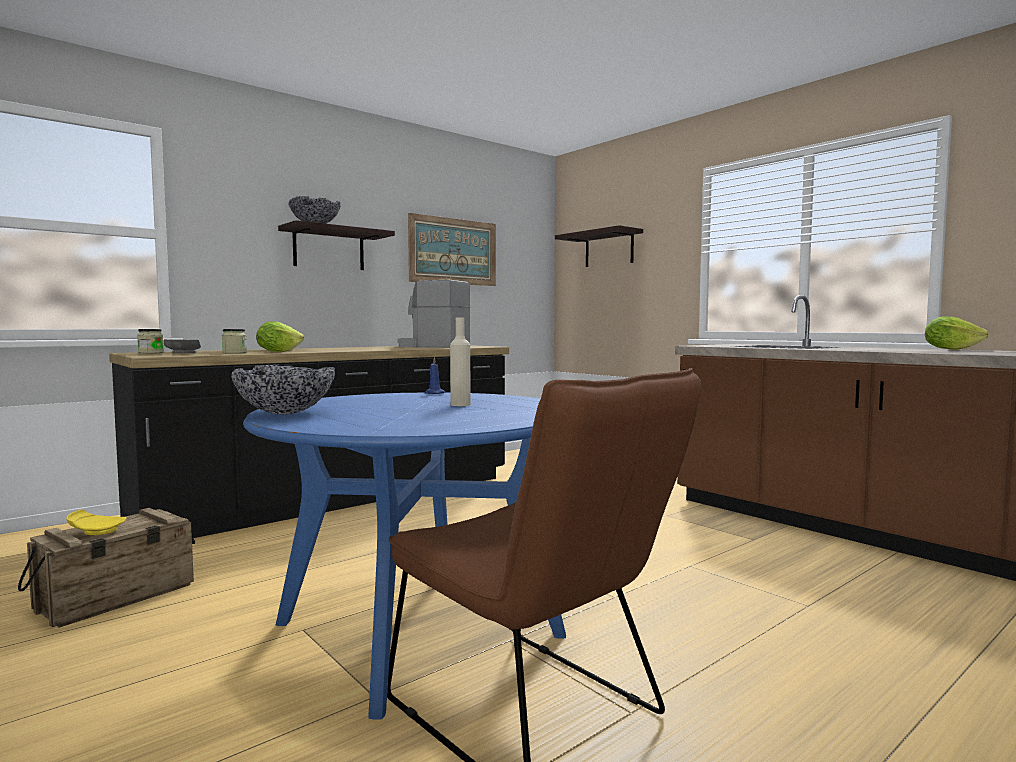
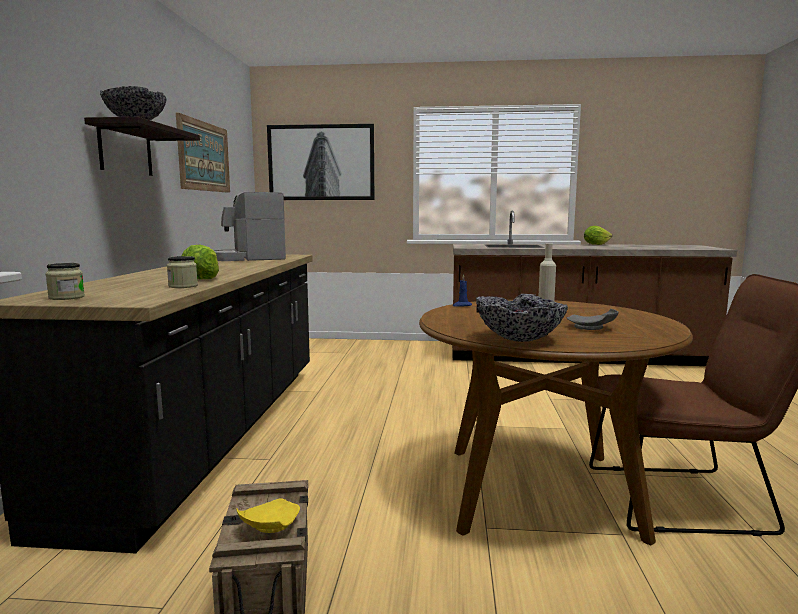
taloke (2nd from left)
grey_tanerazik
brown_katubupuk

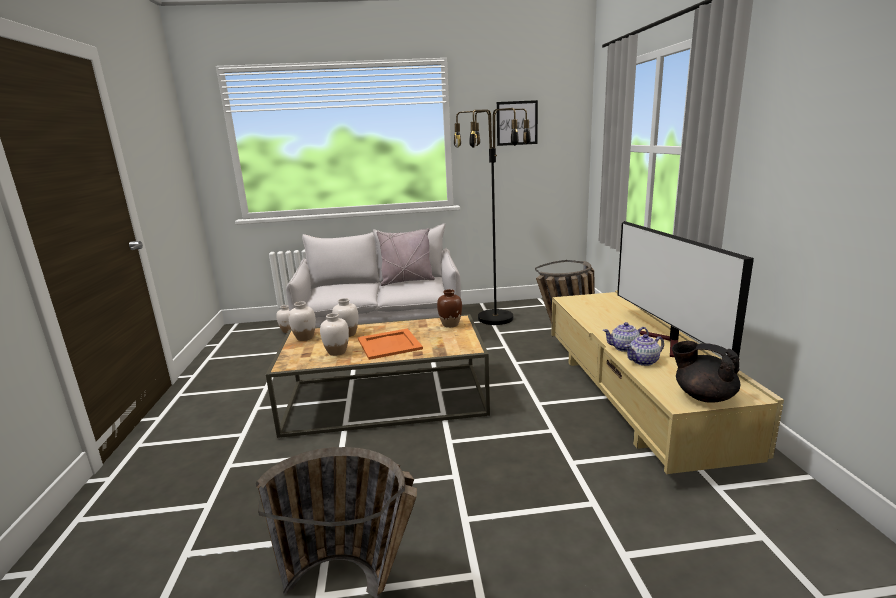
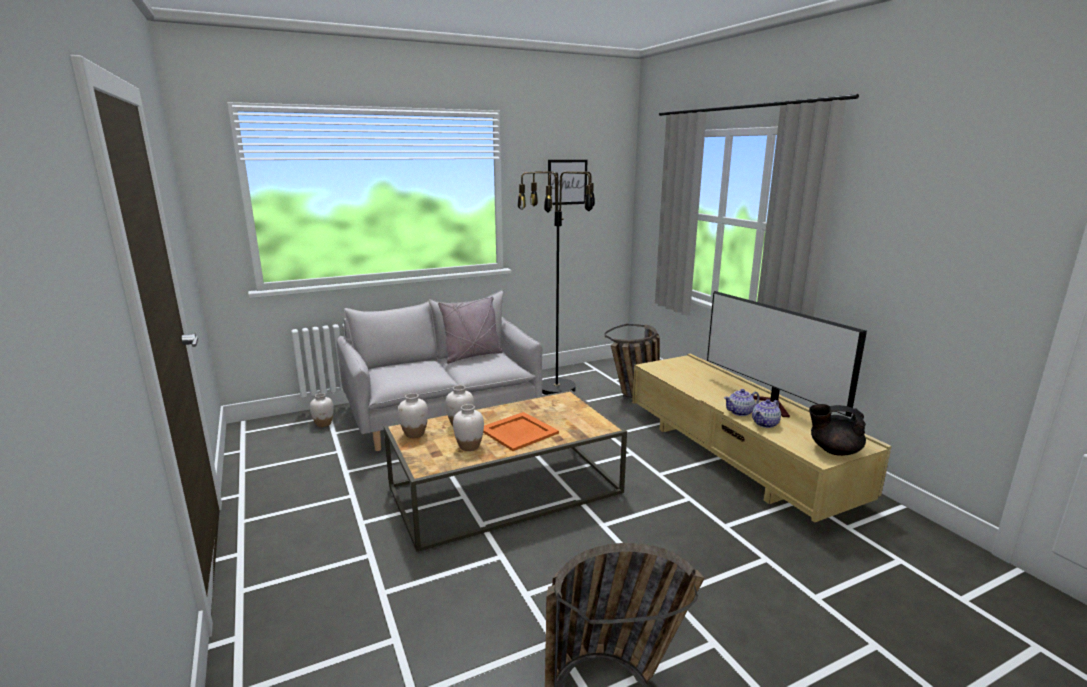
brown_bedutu

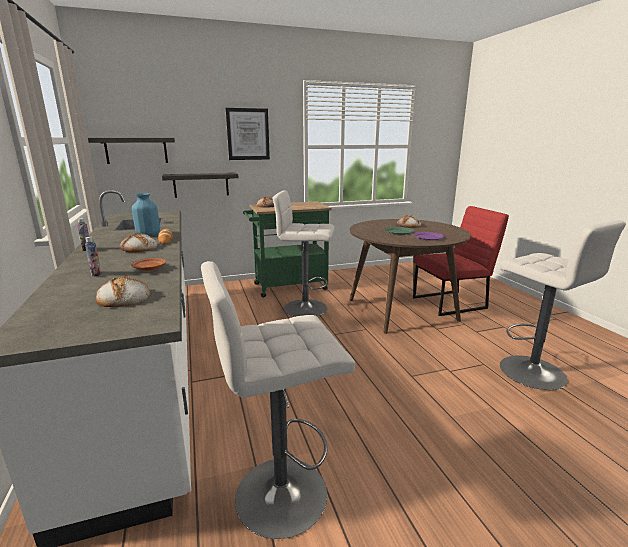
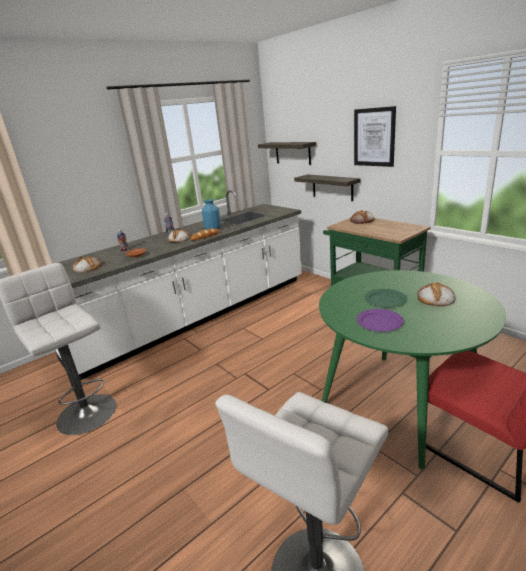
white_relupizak (2nd from left in the first image)
green_katubupuk

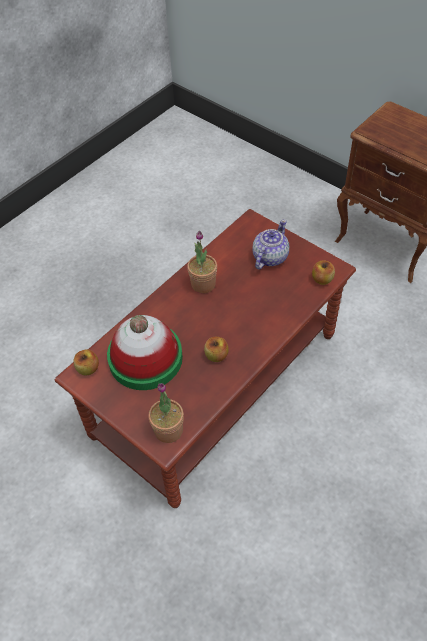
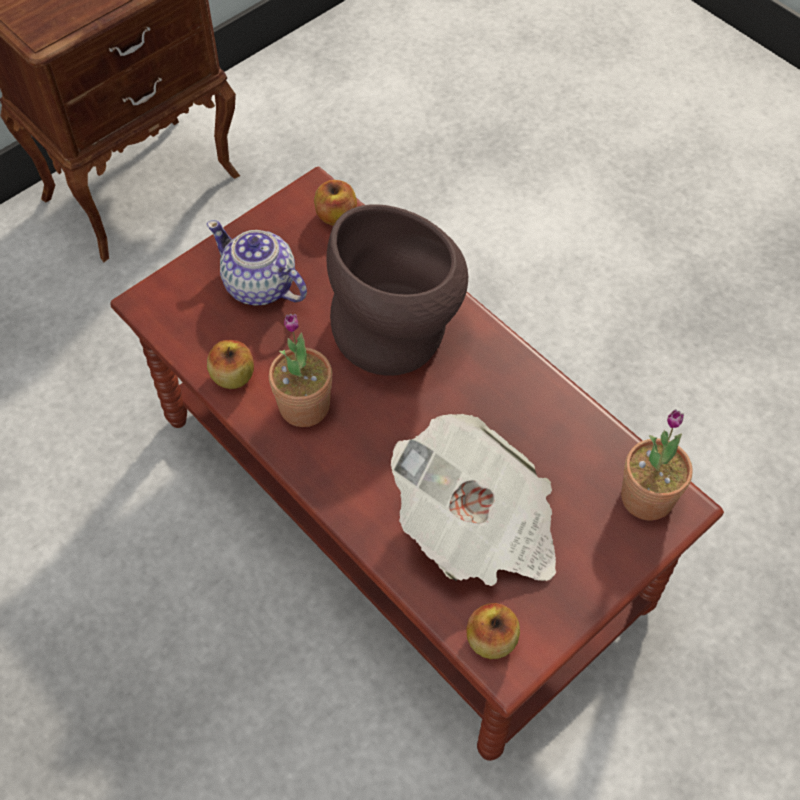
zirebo
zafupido (1st from left)
brown_bedutu

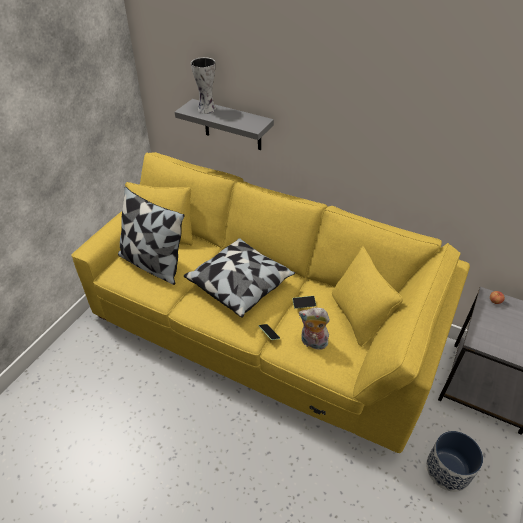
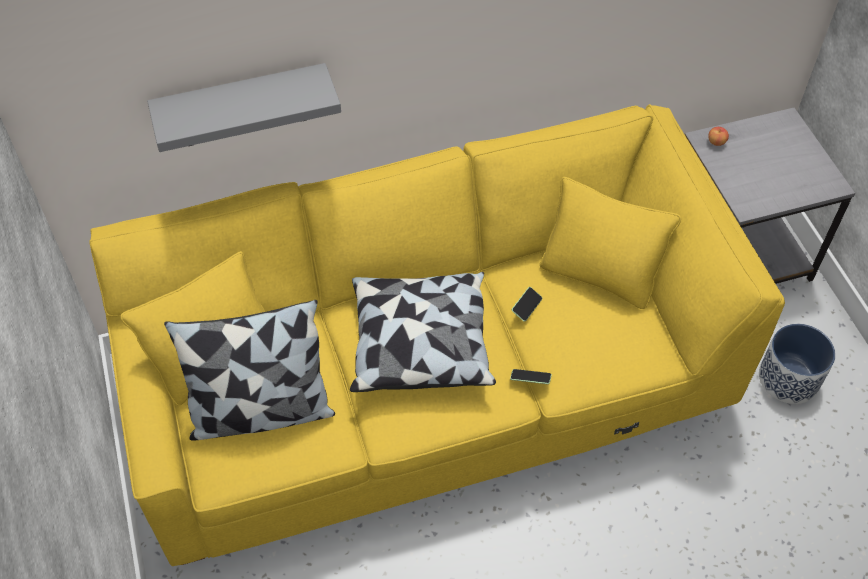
bedutu
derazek

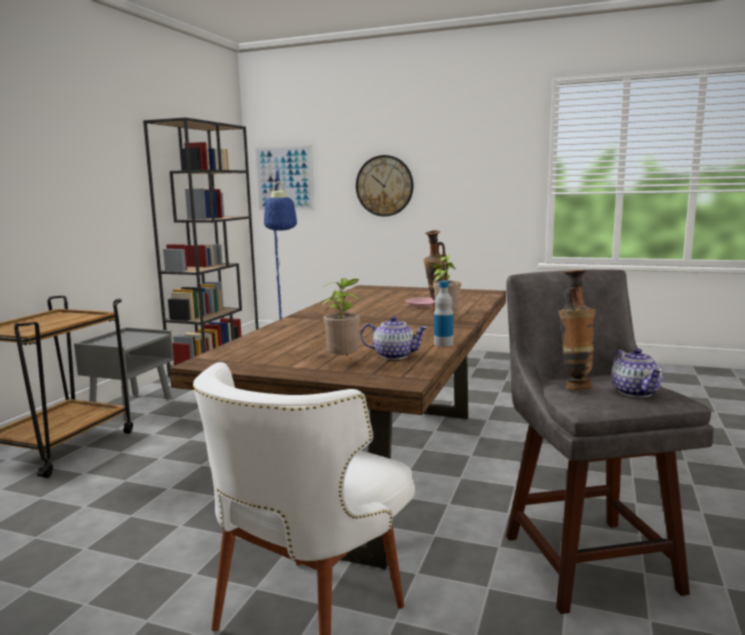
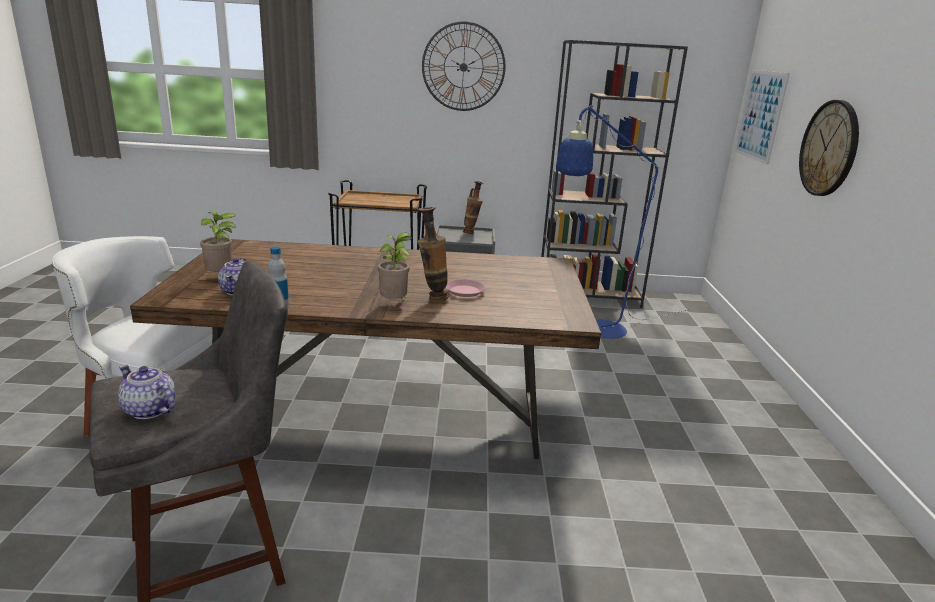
bedutu (2nd from left)
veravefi (1st from left)
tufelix (1st from left)

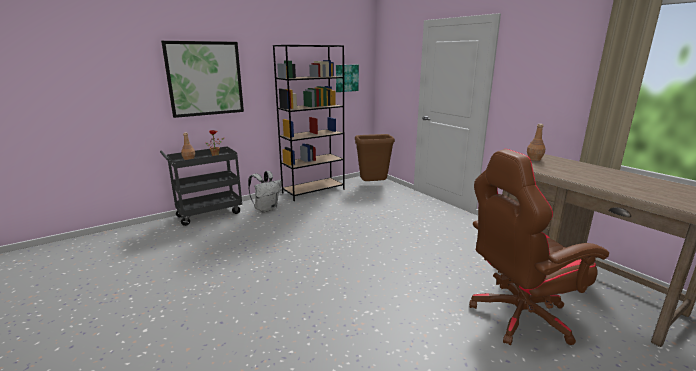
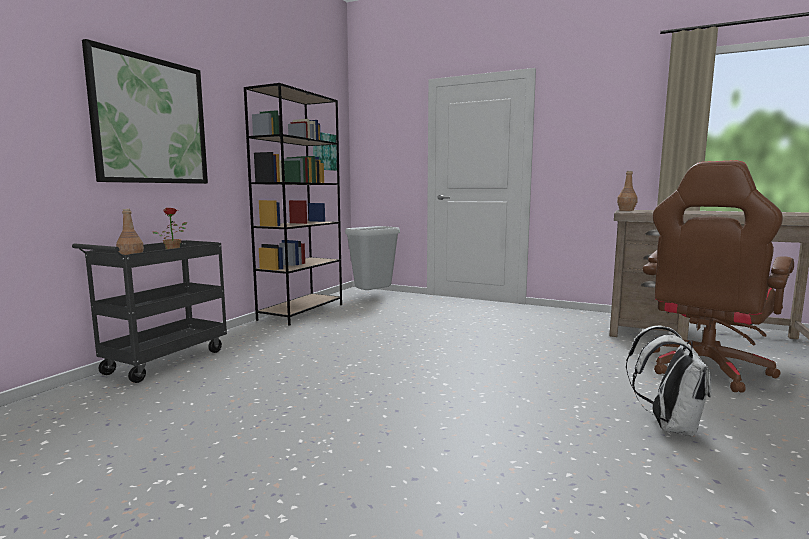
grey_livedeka
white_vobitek

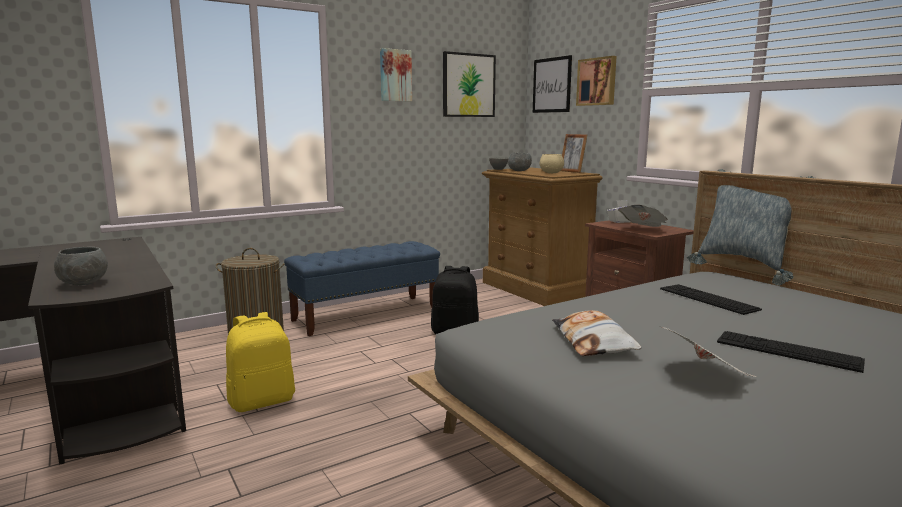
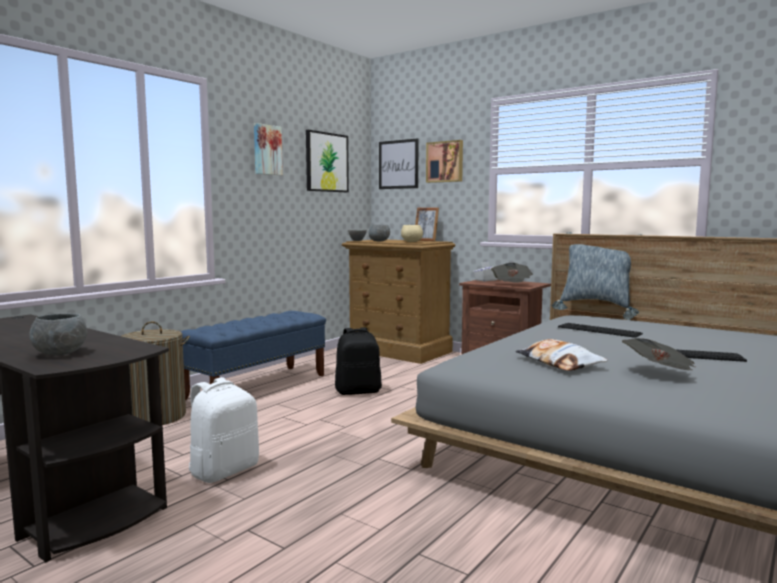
white_vobitek

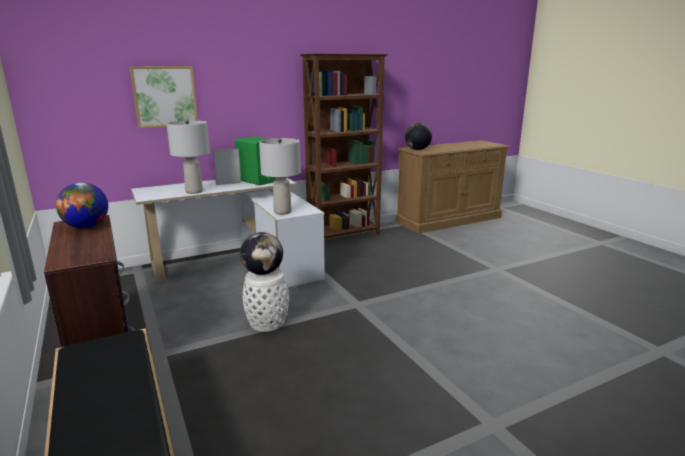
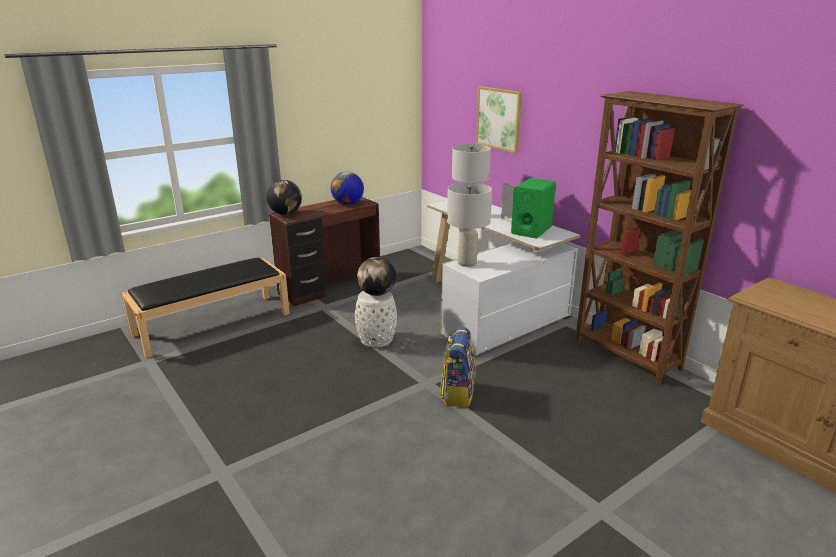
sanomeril (1st from left)
vobitek

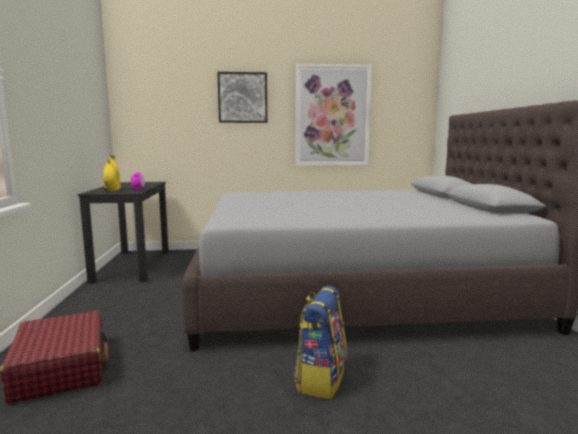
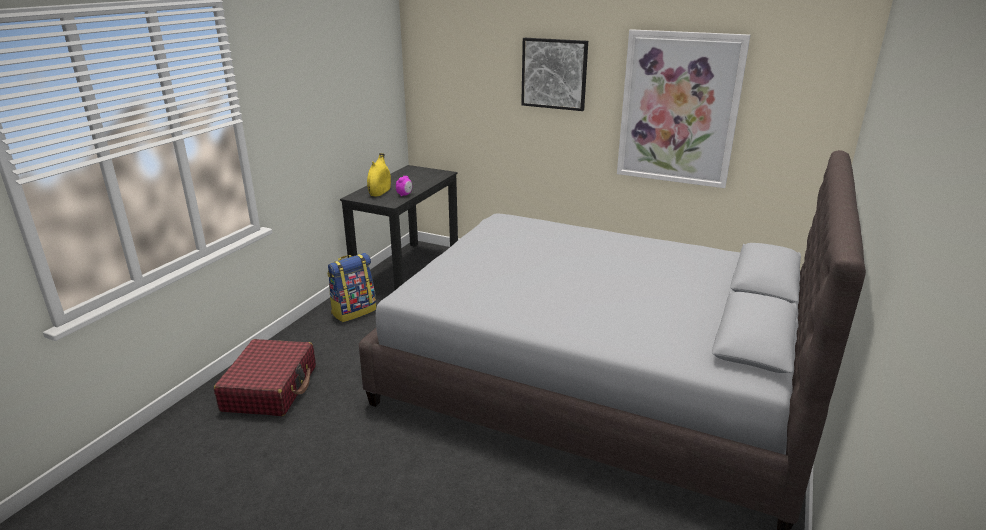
vobitek

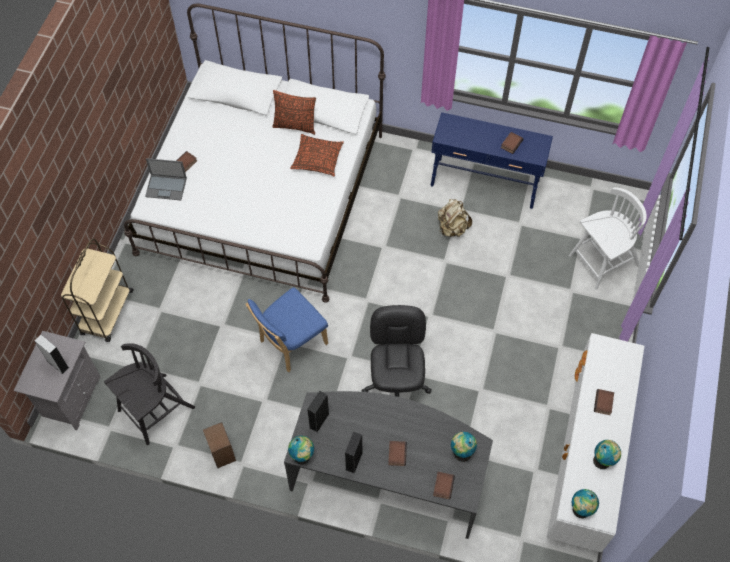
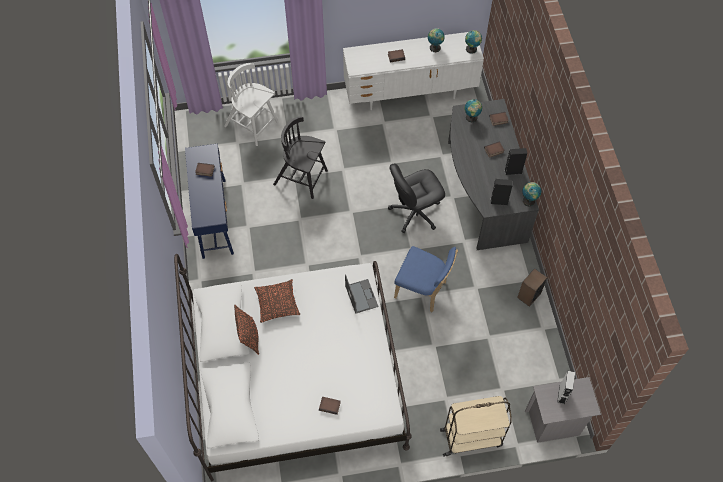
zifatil
beige_vobitek
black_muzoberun

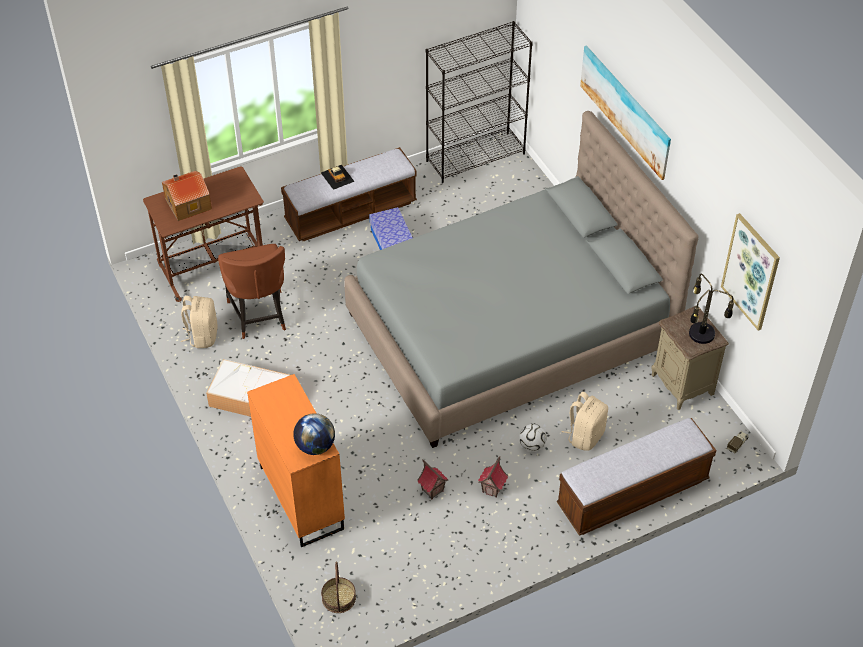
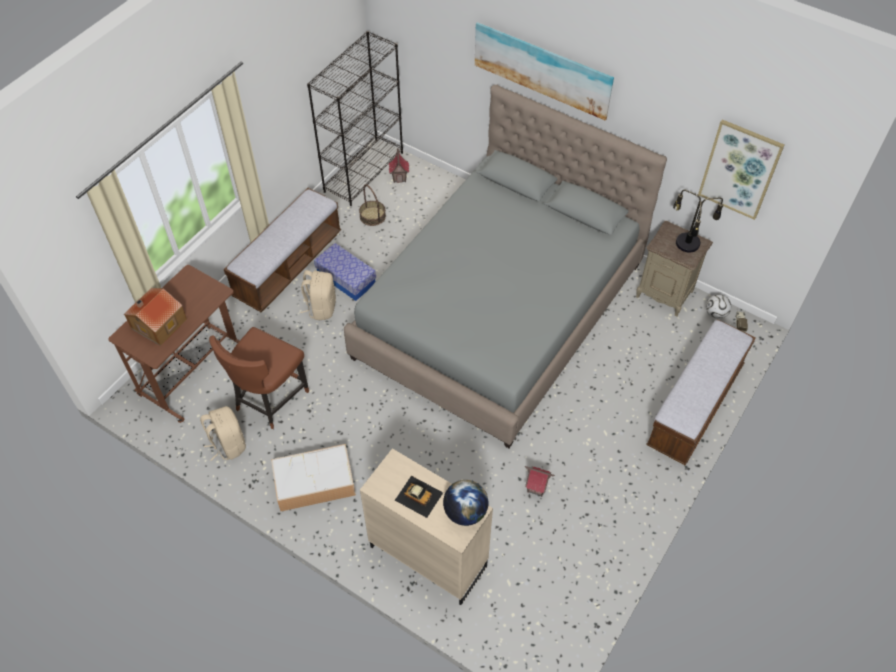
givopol
brown_muzoberun
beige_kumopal
beige_vobitek (2nd from left)
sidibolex
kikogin (2nd from left)
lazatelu

